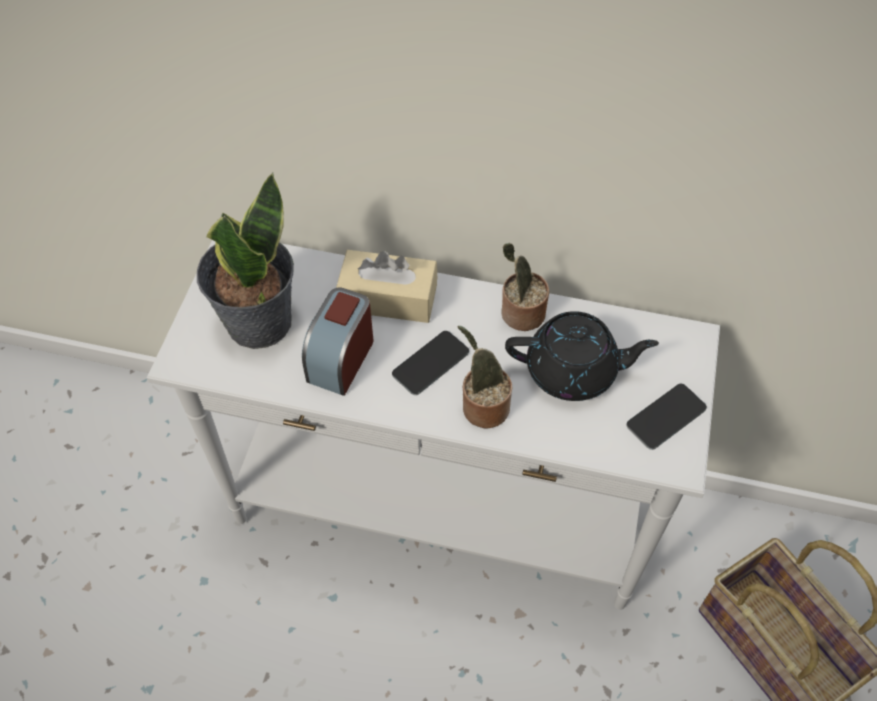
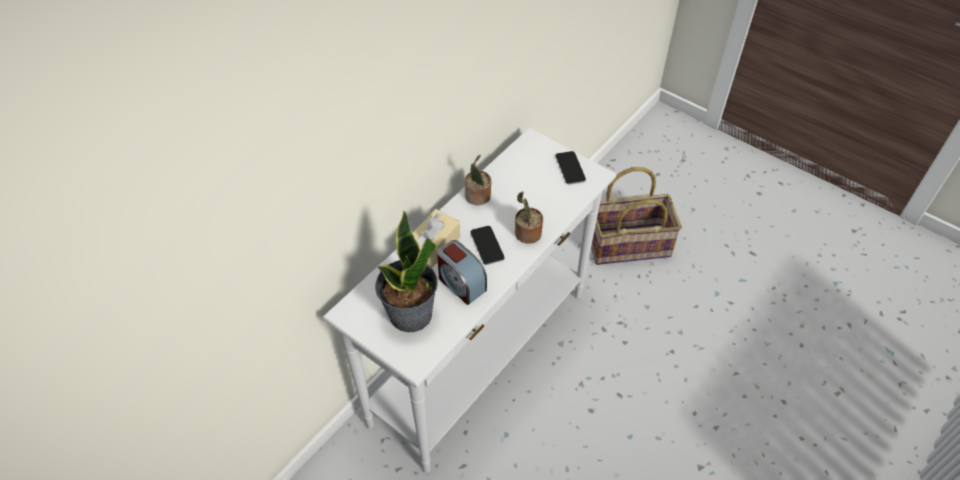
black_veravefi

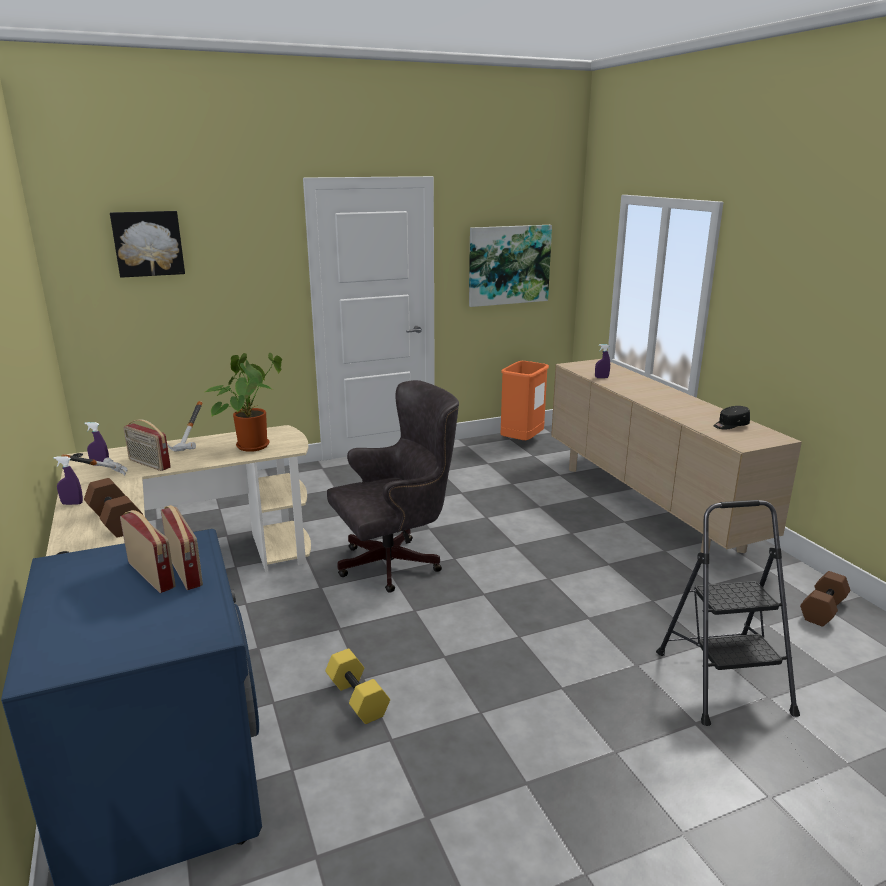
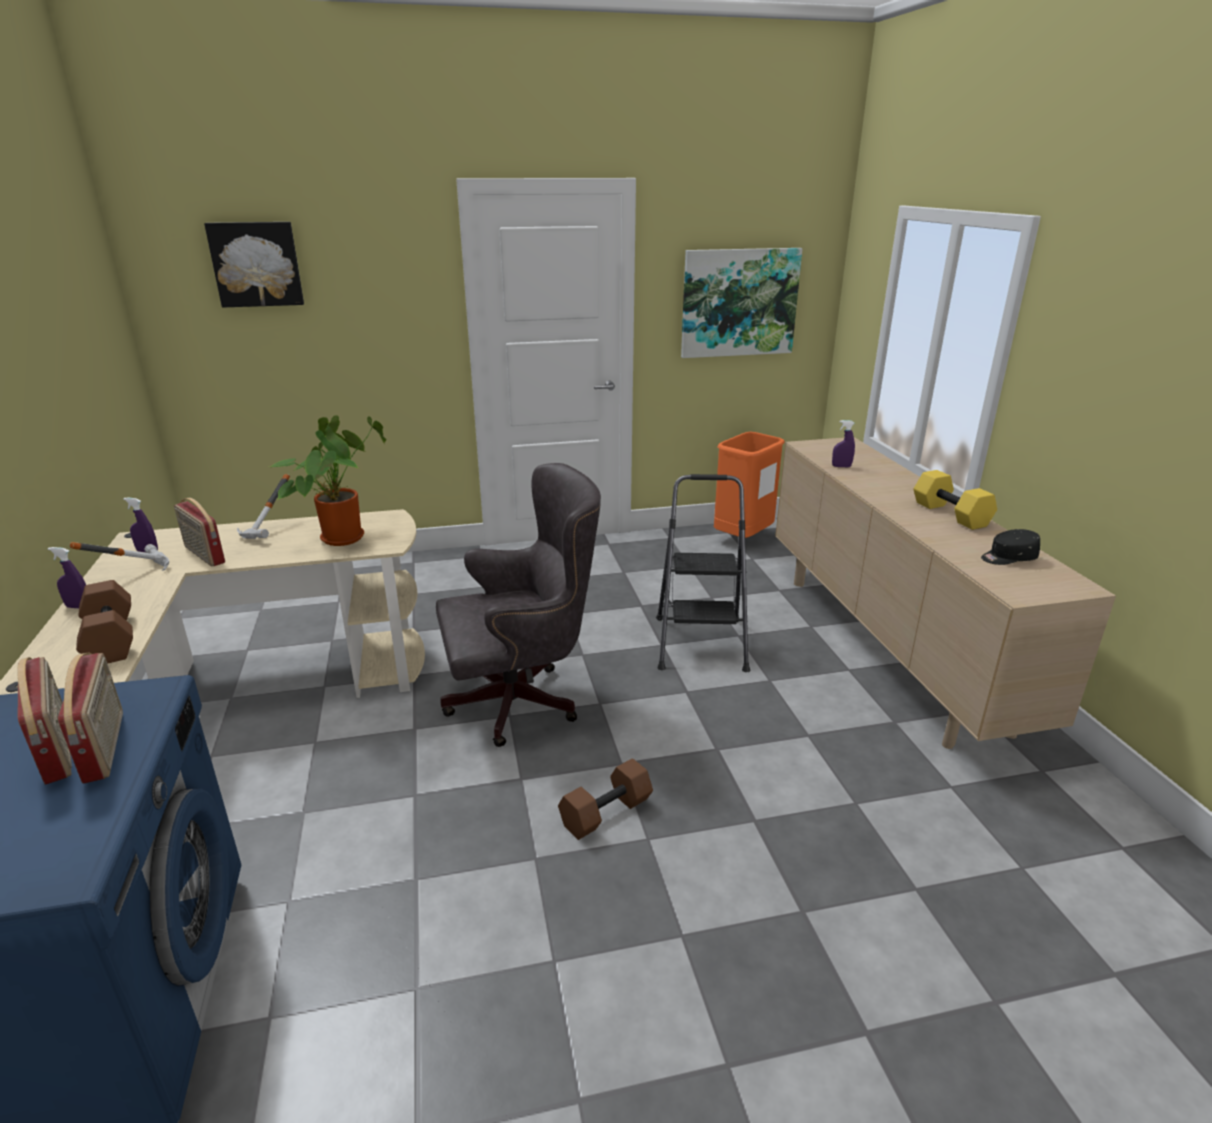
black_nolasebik
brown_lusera (2nd from left)
yellow_lusera

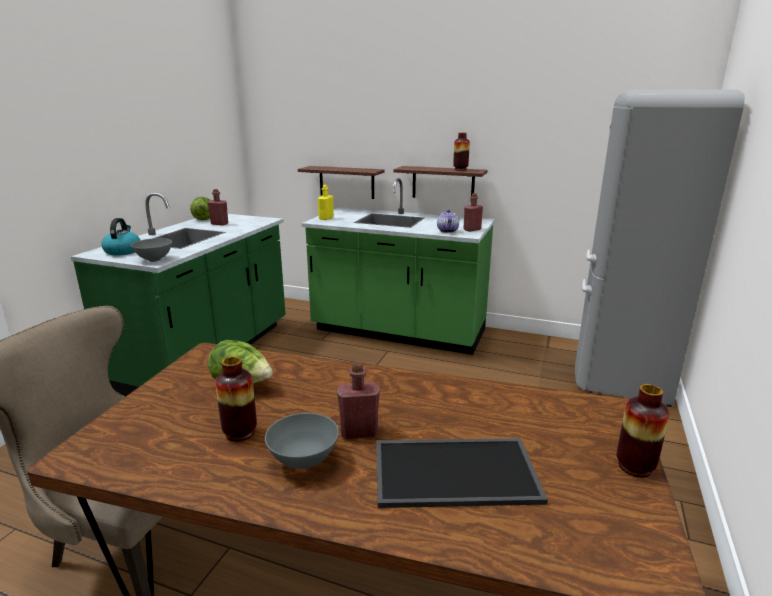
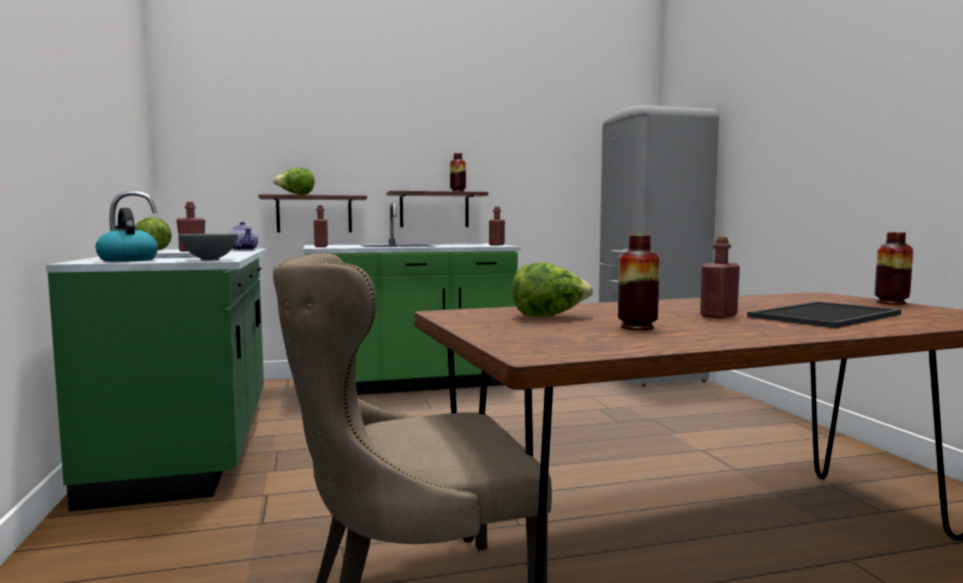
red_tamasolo (2nd from left)
veravefi
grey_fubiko (2nd from left in the first image)
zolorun (2nd from left)

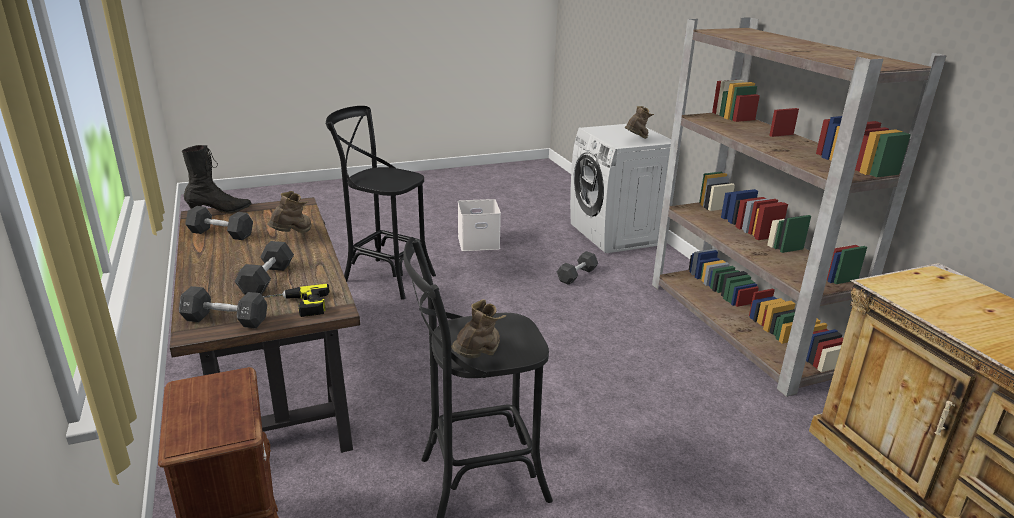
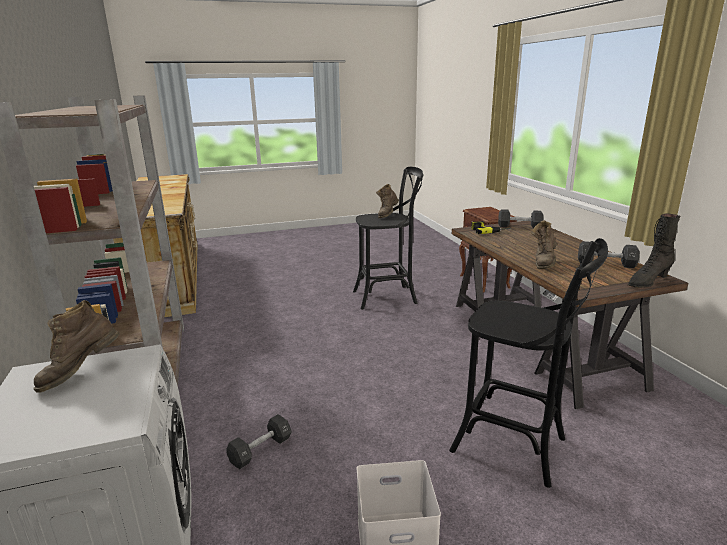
black_lusera (3rd from left in the first image)

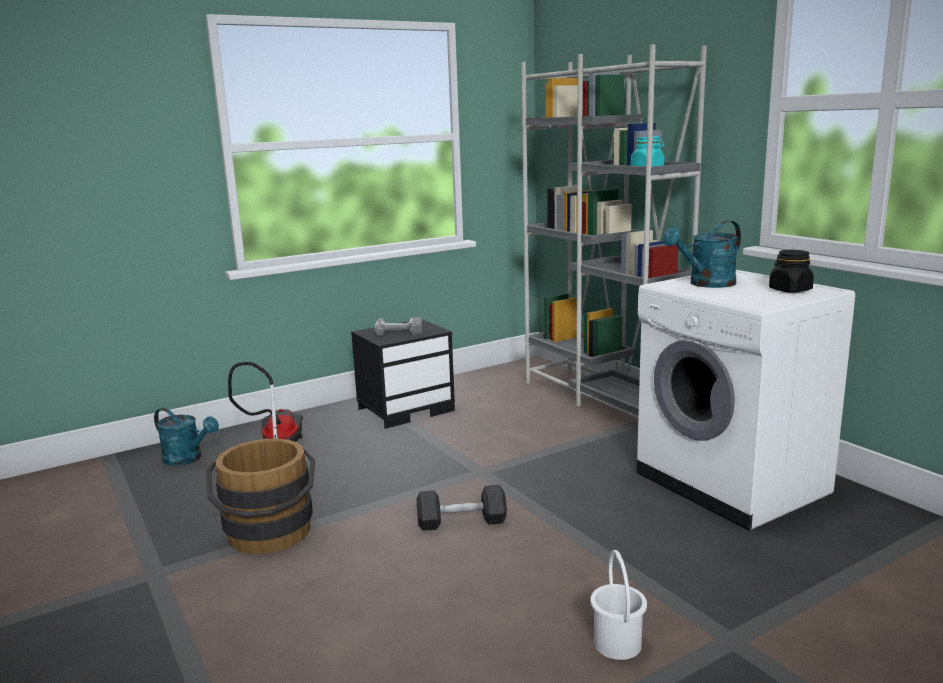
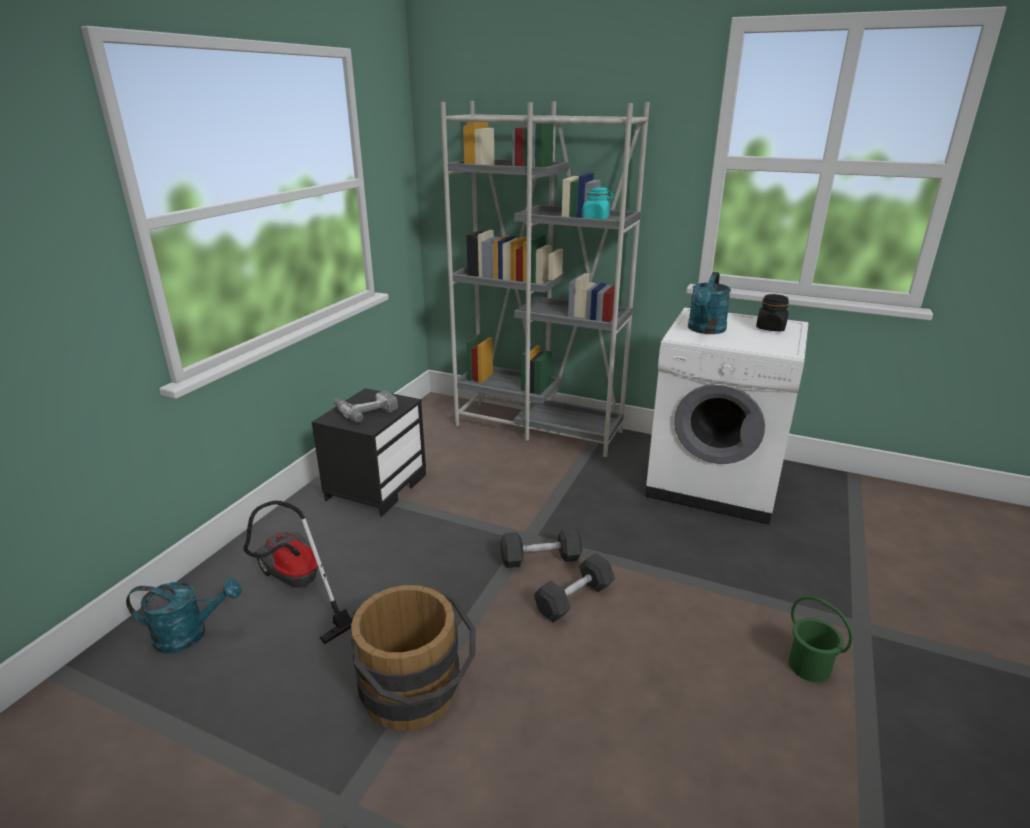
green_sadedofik
grey_lusera (1st from left)

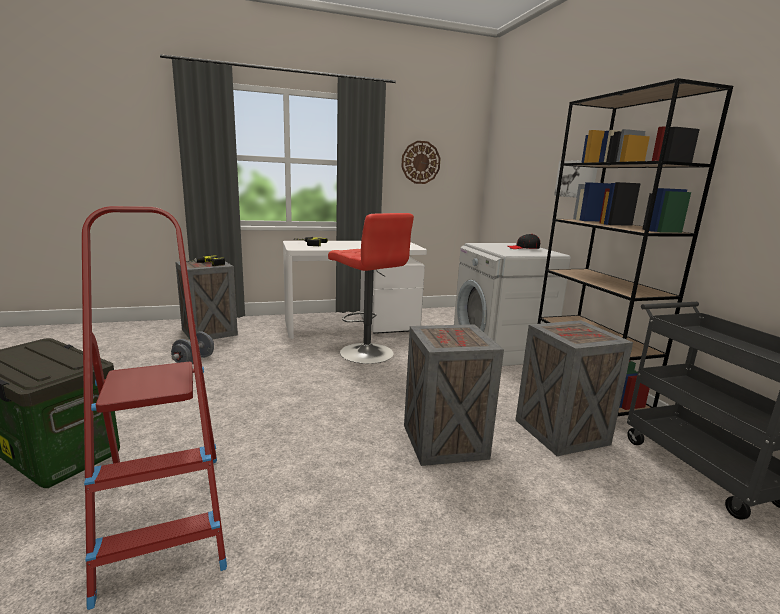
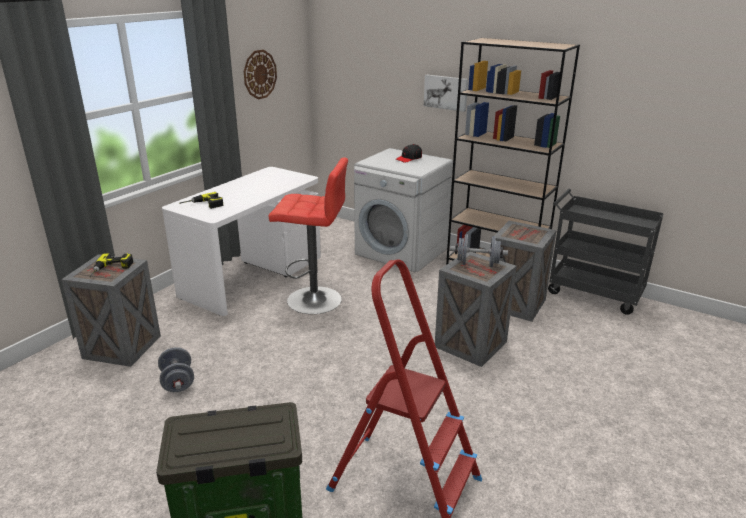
grey_lusera (2nd from left)

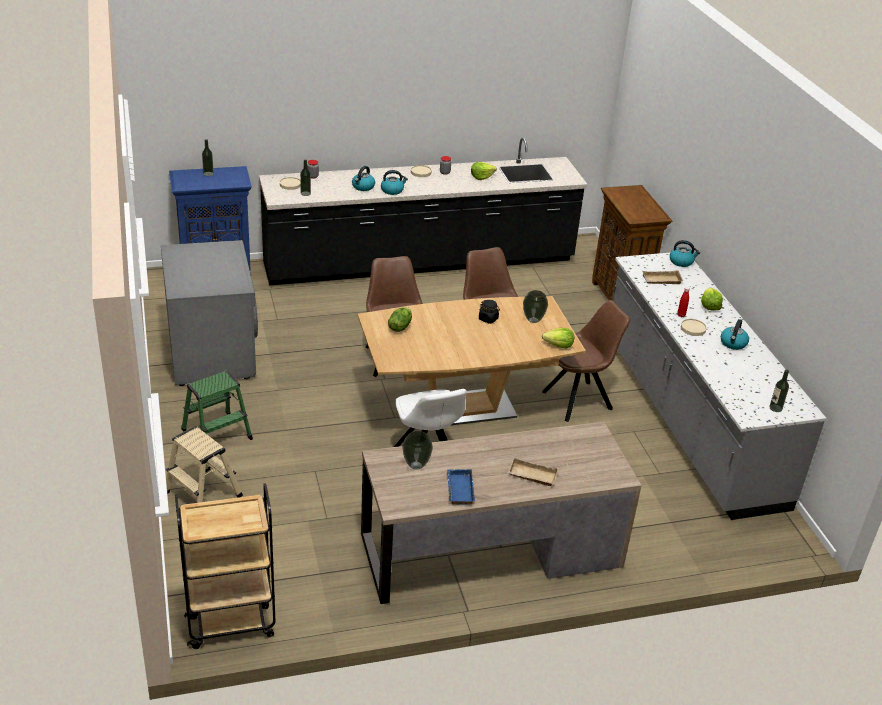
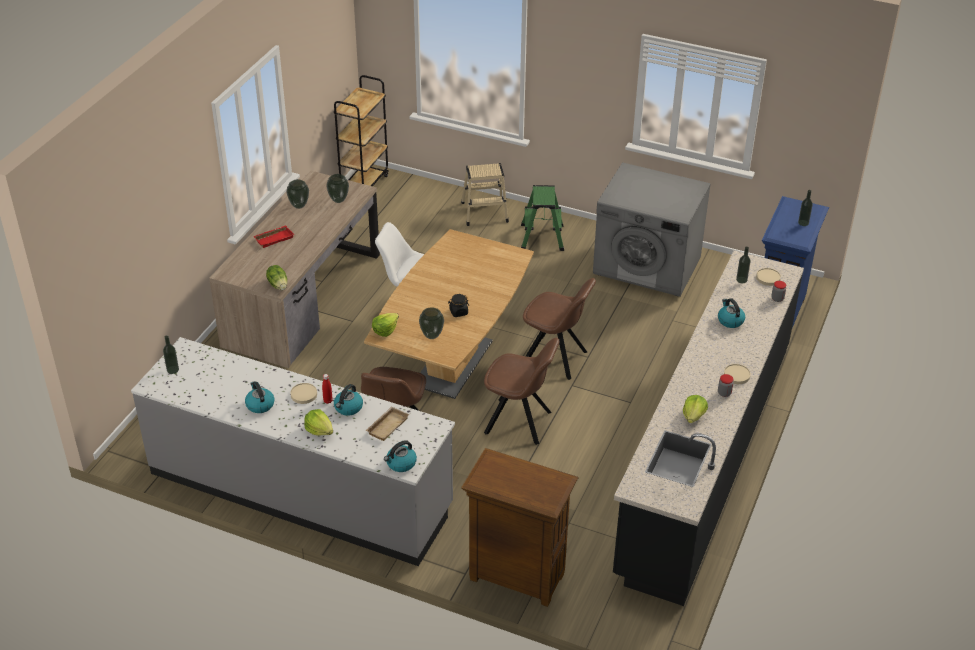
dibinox (2nd from left)
zolorun (1st from left)
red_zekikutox
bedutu (1st from left)

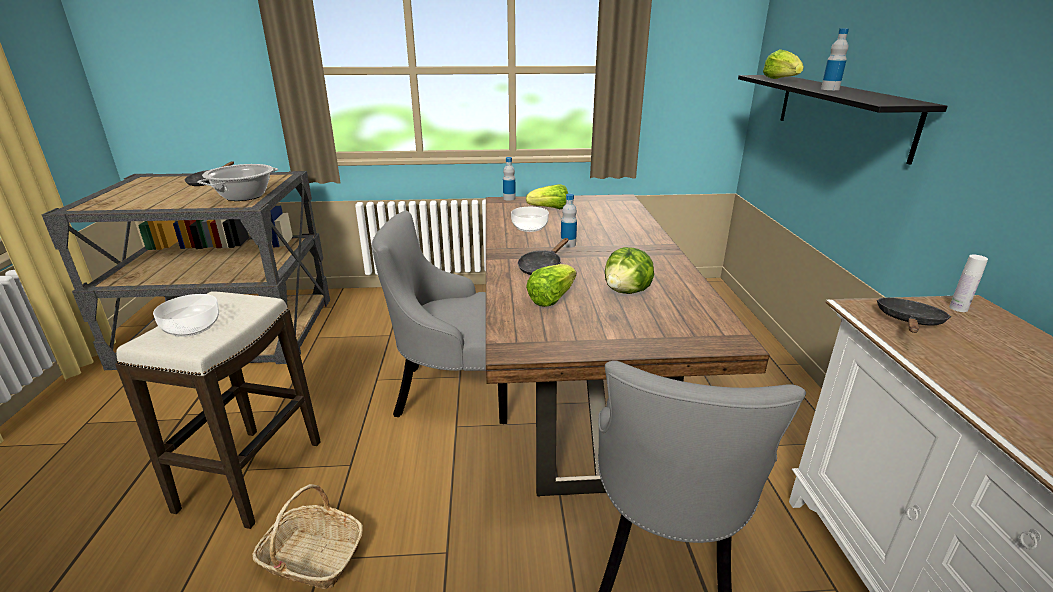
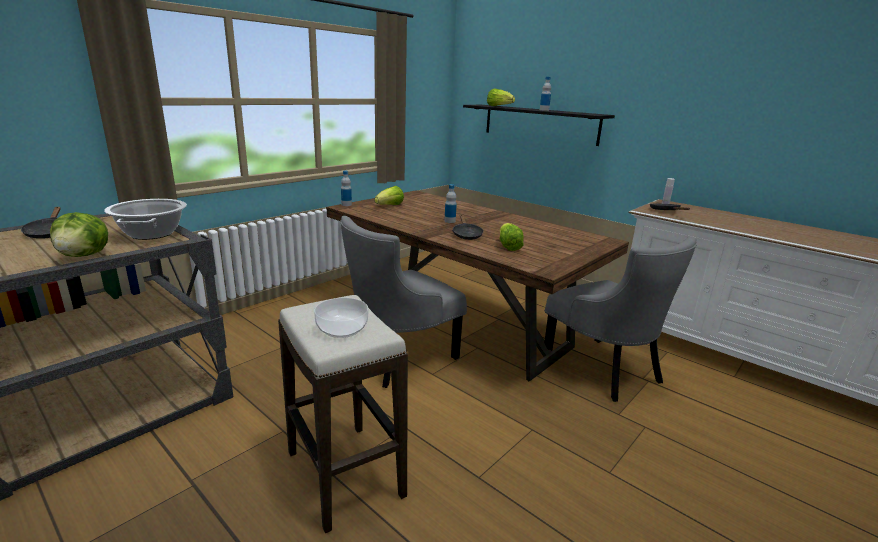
fubiko (2nd from left in the first image)
zolorun (1st from left)
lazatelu

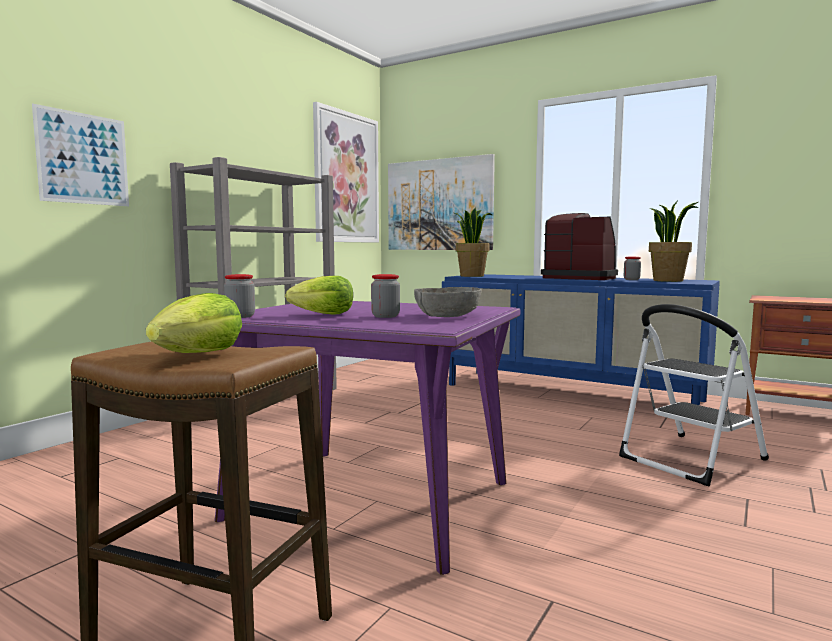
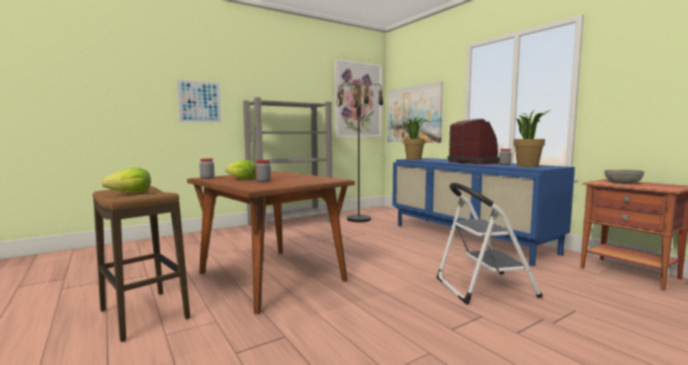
grey_fubiko
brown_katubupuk
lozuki

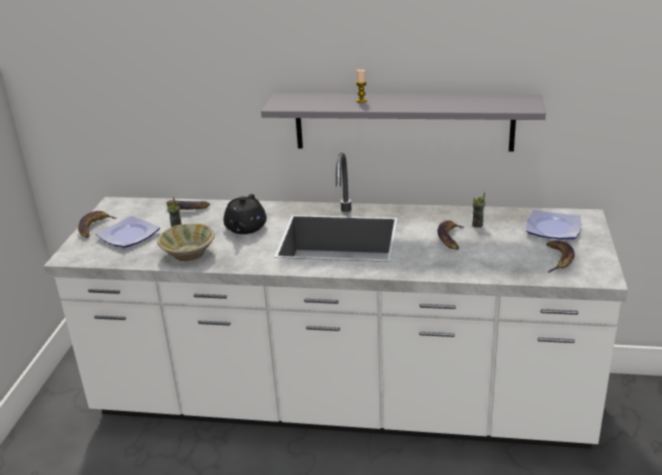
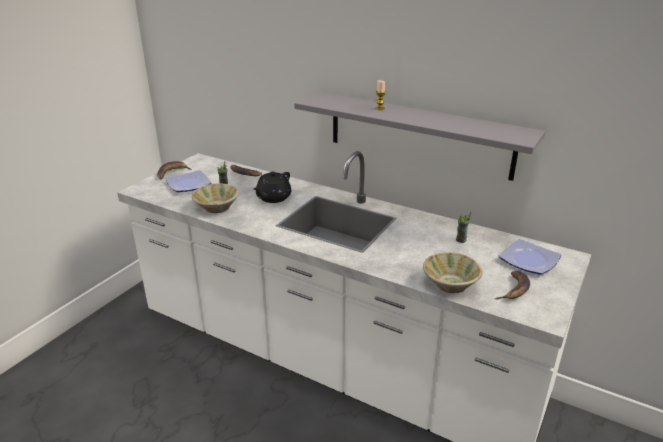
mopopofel (3rd from left in the first image)
beige_fubiko (2nd from left)

